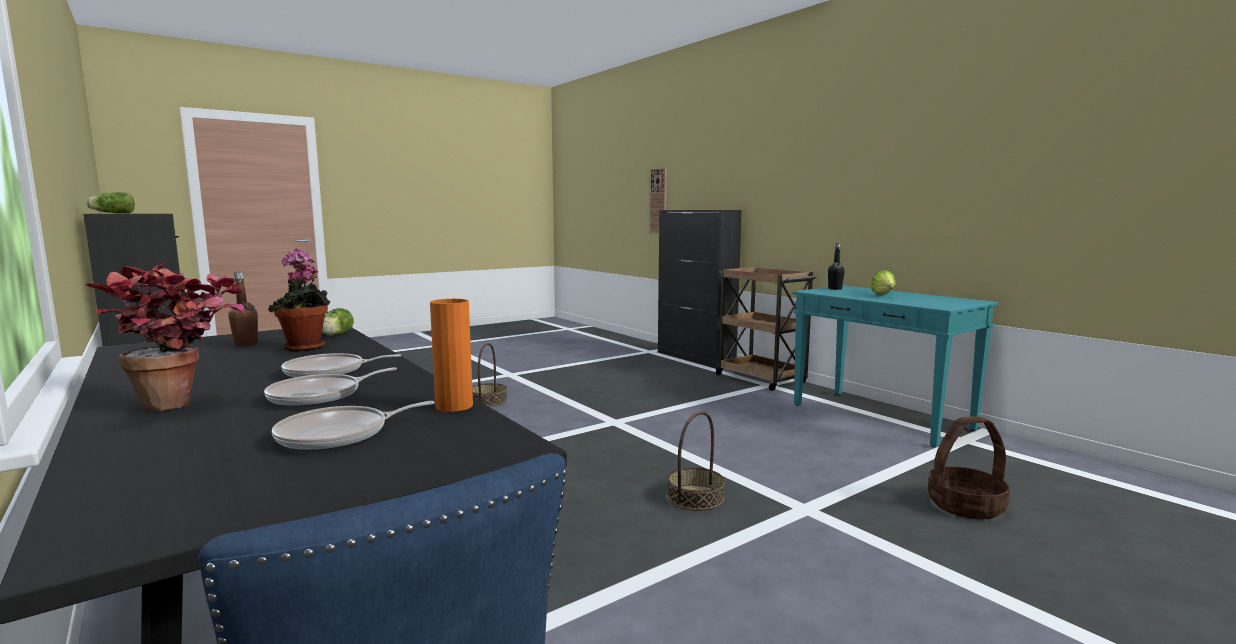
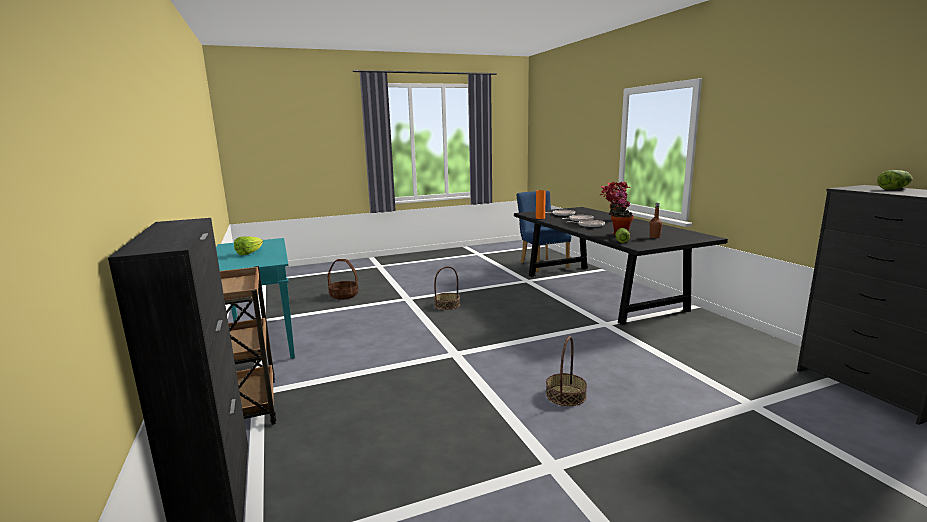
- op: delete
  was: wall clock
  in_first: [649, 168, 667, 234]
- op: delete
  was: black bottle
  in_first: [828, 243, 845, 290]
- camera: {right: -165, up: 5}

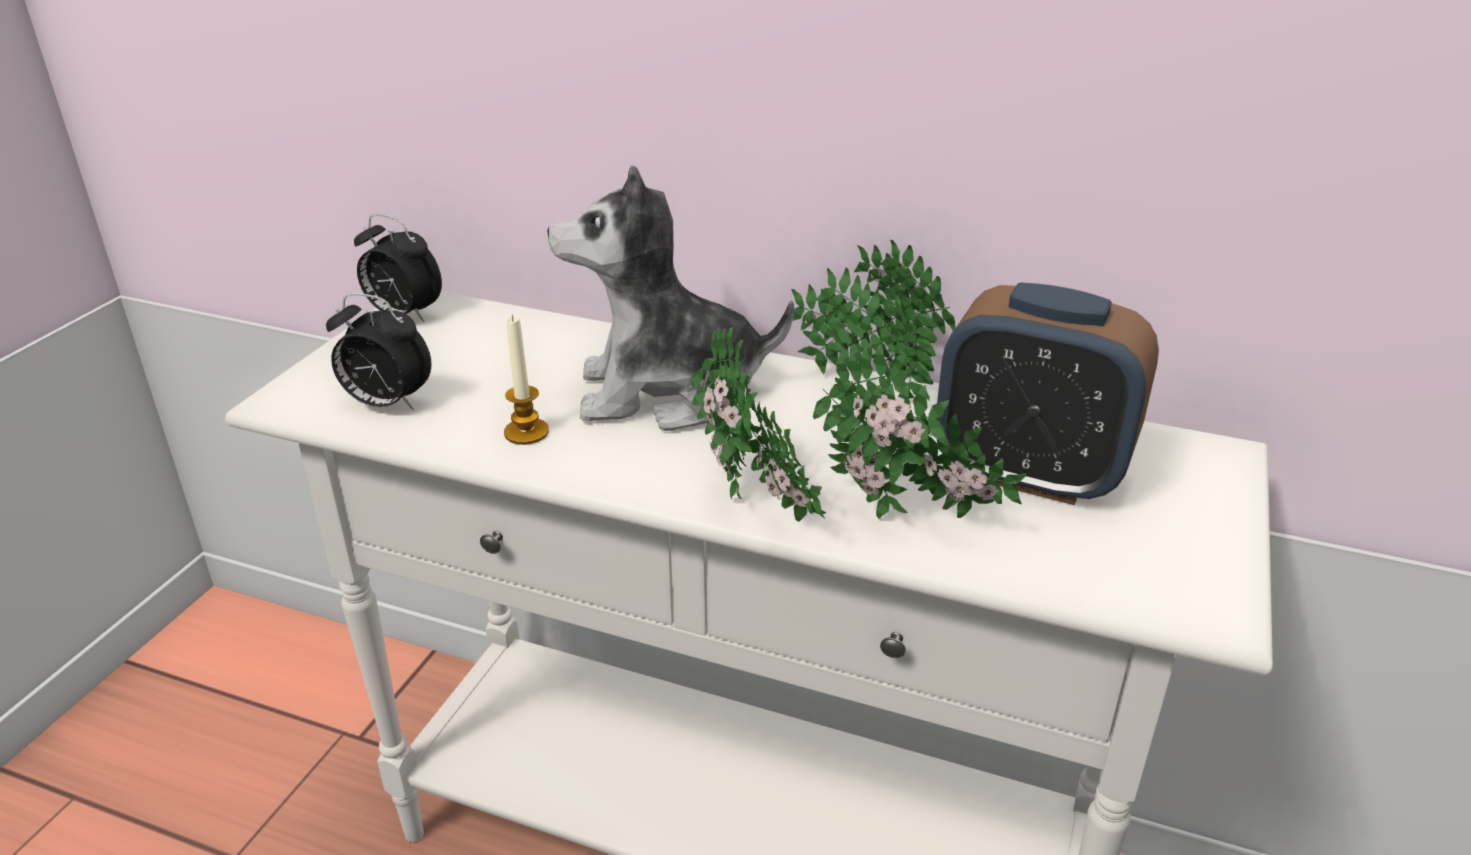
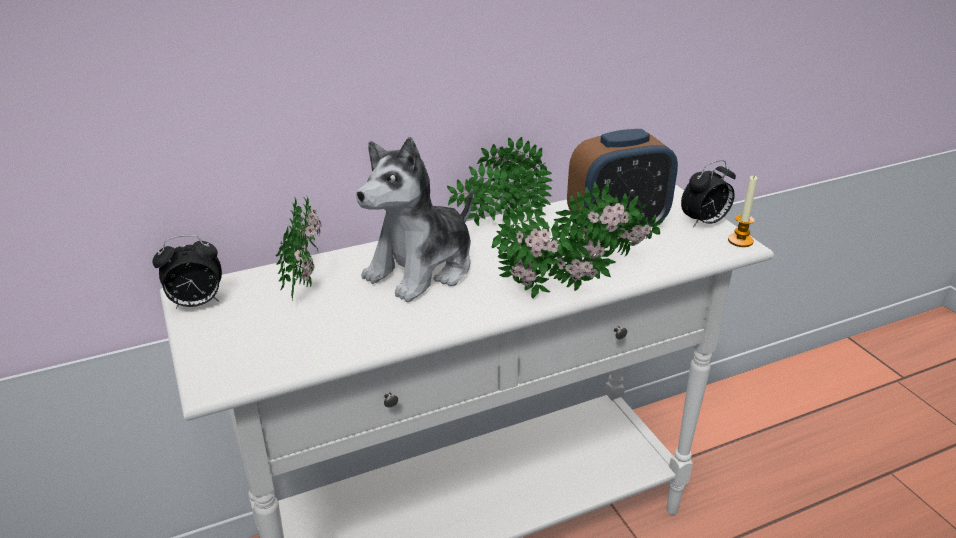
- op: insert
  now: potted plant
  in_second: [276, 195, 322, 303]
- op: move
  was: alarm clock
  in_first: [326, 293, 431, 411]
  in_second: [681, 160, 736, 228]
- op: move
  was: candle
  in_first: [504, 315, 549, 445]
  in_second: [728, 175, 757, 247]
- camera: {right: -45, up: 0}

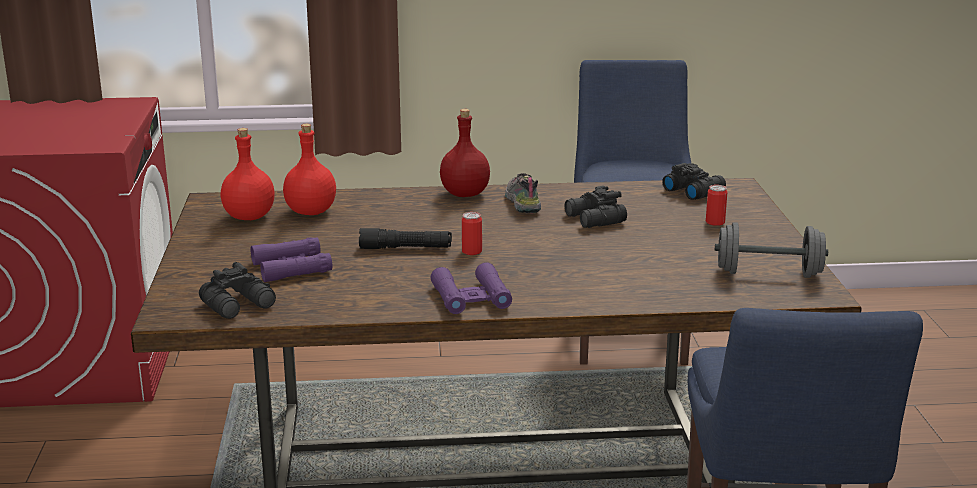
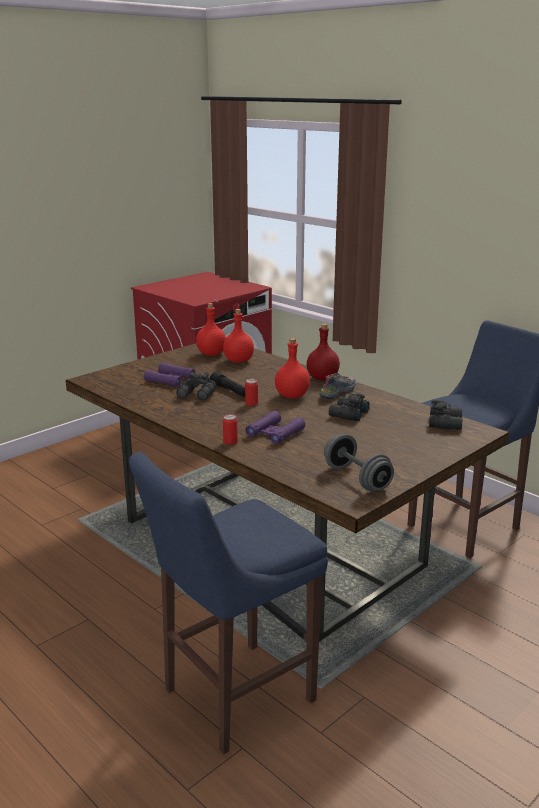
- op: insert
  now: red bottle
  in_second: [275, 338, 310, 399]
- op: move
  was: black binoculars
  in_first: [199, 262, 276, 319]
  in_second: [176, 372, 216, 401]
- op: move
  was: purple binoculars
  in_first: [431, 262, 512, 314]
  in_second: [245, 411, 305, 444]
- op: move
  was: can
  in_first: [706, 185, 727, 226]
  in_second: [223, 414, 238, 445]
- camera: {right: 50, up: 0}

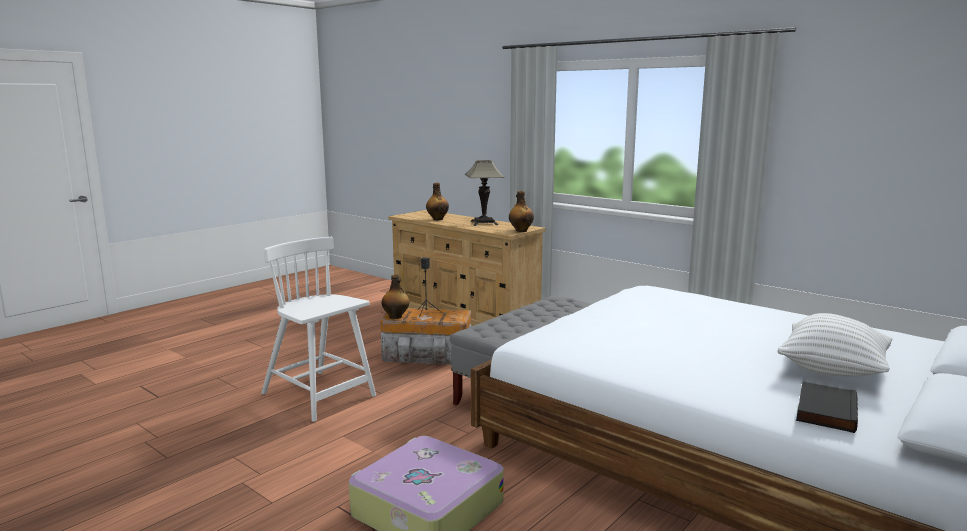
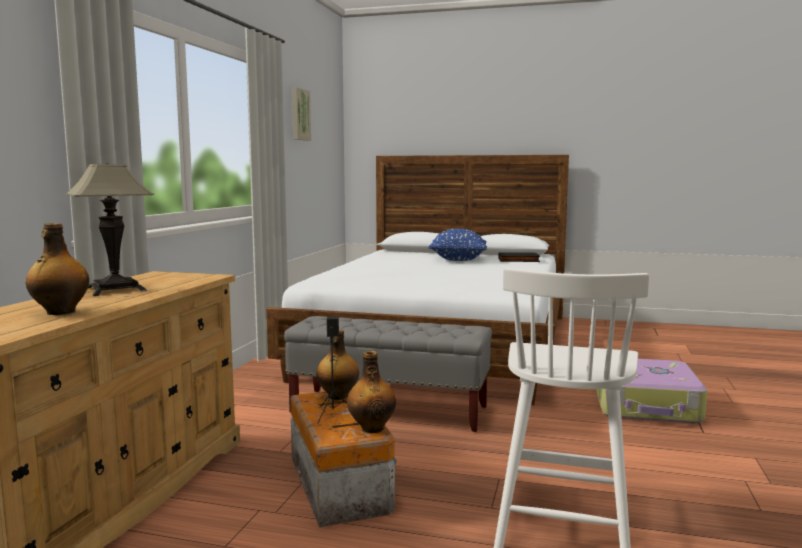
- op: insert
  now: picture
  in_second: [292, 87, 311, 141]
- op: move
  was: bottle
  in_first: [509, 191, 534, 232]
  in_second: [316, 329, 359, 400]
- op: recolor
  was: white pillow
  now: blue pillow
  in_first: [777, 313, 892, 377]
  in_second: [428, 229, 487, 261]
- camera: {right: -115, up: -5}

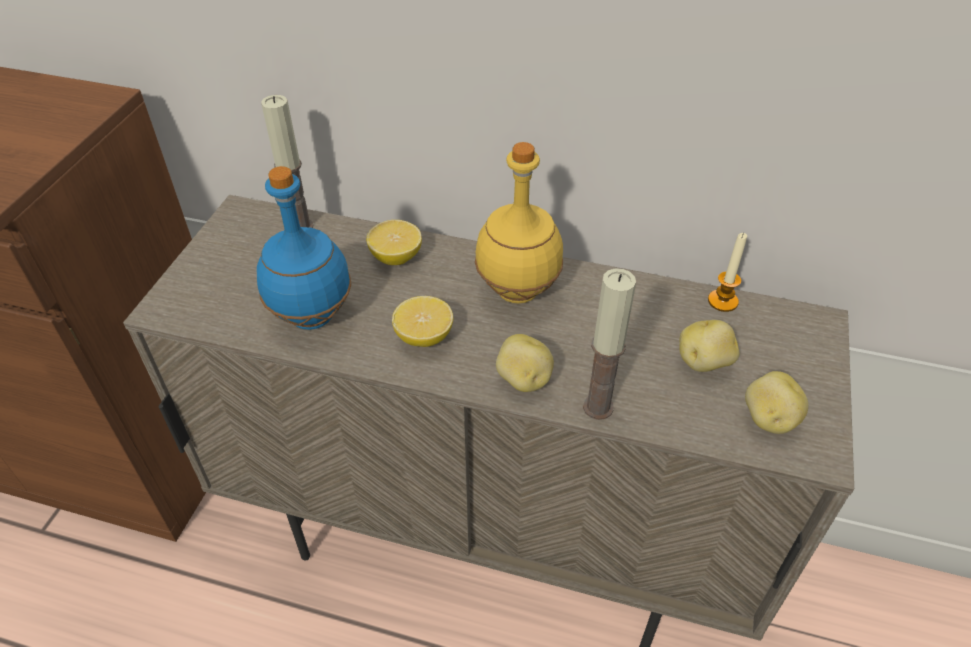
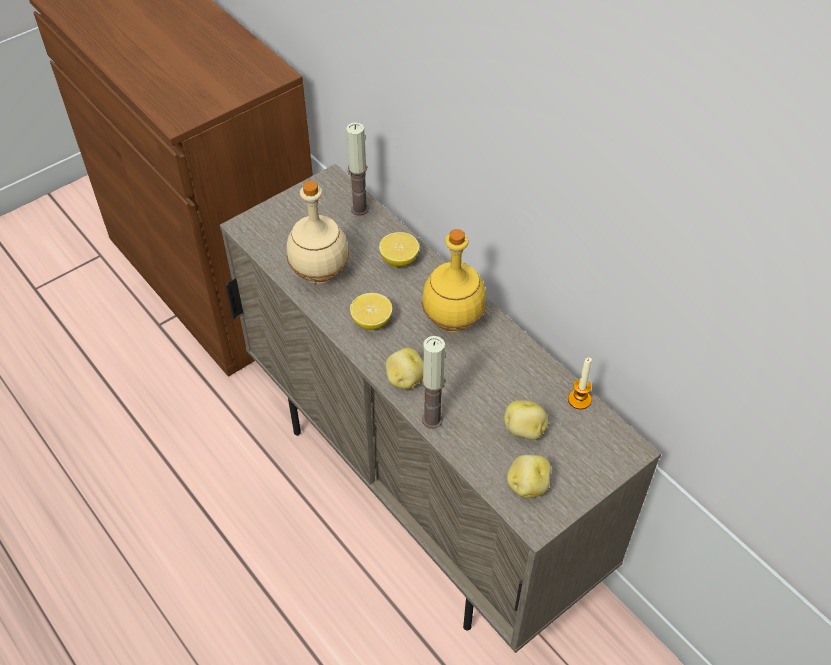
- op: recolor
  was: blue bottle
  now: beige bottle
  in_first: [257, 166, 352, 330]
  in_second: [286, 181, 349, 284]
- camera: {right: 35, up: 5}

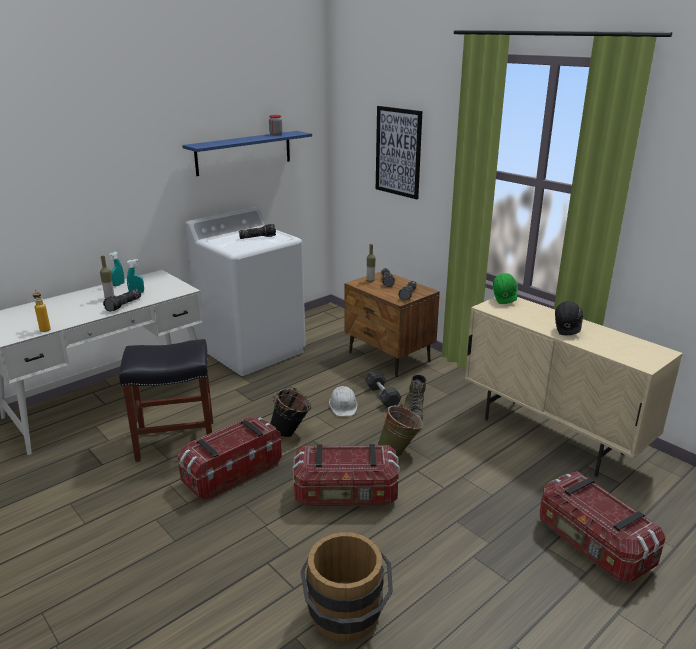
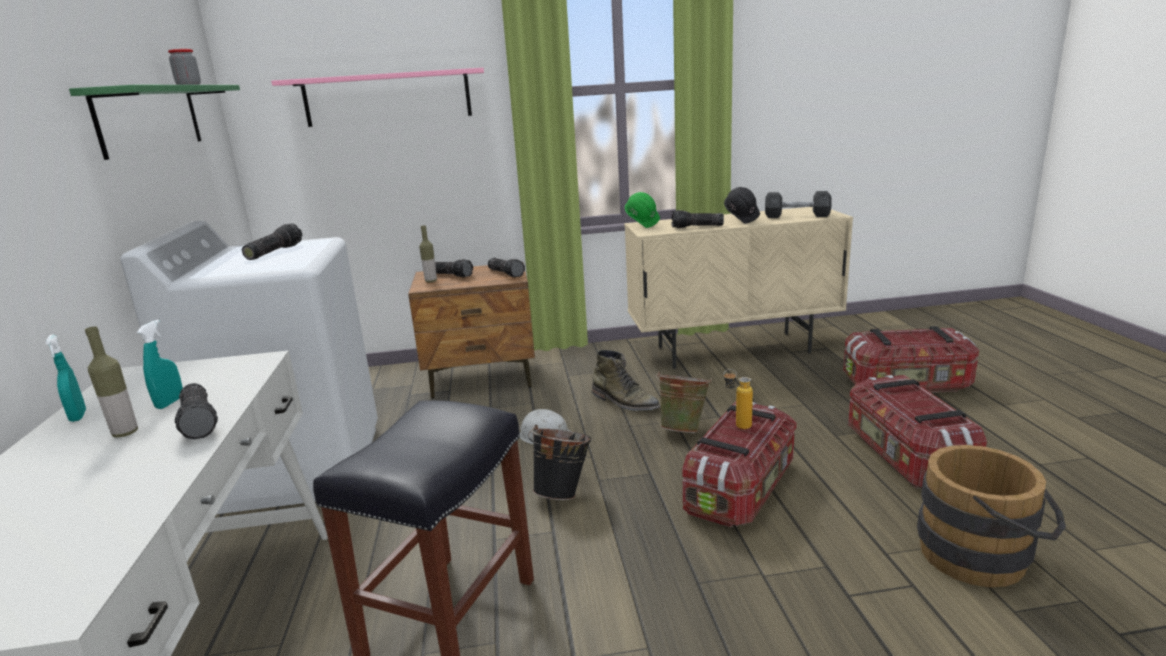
- op: insert
  now: flashlight
  in_second: [671, 210, 724, 228]
- op: move
  was: bottle
  in_first: [32, 289, 51, 332]
  in_second: [723, 369, 753, 429]
- op: move
  was: storage box
  in_first: [177, 418, 282, 501]
  in_second: [848, 375, 987, 488]
- op: move
  was: grey dumbbell
  in_first: [365, 370, 402, 408]
  in_second: [765, 191, 832, 218]
- op: replace
  was: picture
  now: pink shelf
  in_first: [376, 106, 422, 199]
  in_second: [271, 68, 484, 127]
- op: recolor
  was: blue shelf
  now: green shelf
  in_first: [182, 131, 312, 176]
  in_second: [69, 85, 240, 160]
- camera: {right: -55, up: -5}

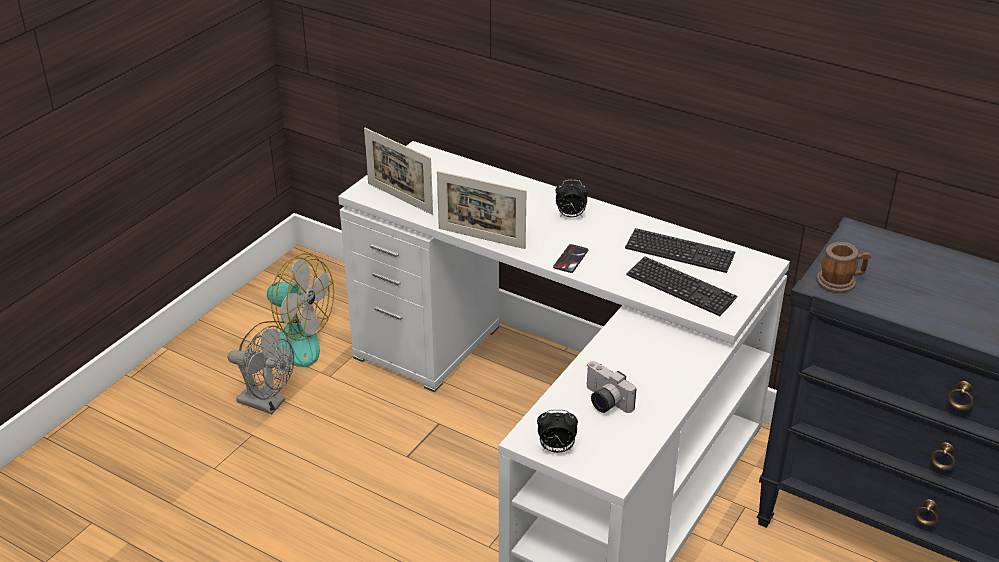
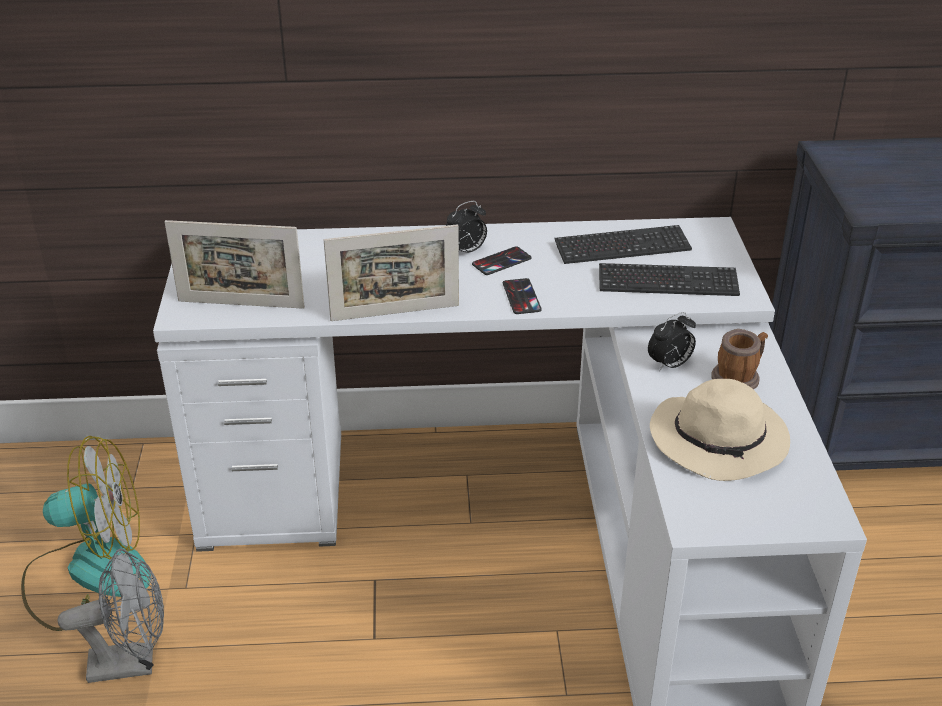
- op: insert
  now: phone
  in_second: [472, 247, 531, 275]
- op: move
  was: alarm clock
  in_first: [537, 409, 578, 453]
  in_second: [648, 312, 696, 372]
- op: move
  was: mug
  in_first: [817, 242, 871, 293]
  in_second: [711, 329, 768, 390]
- op: replace
  was: photo camera
  now: beige hat
  in_first: [587, 361, 636, 413]
  in_second: [650, 379, 790, 481]
- camera: {right: -35, up: 0}

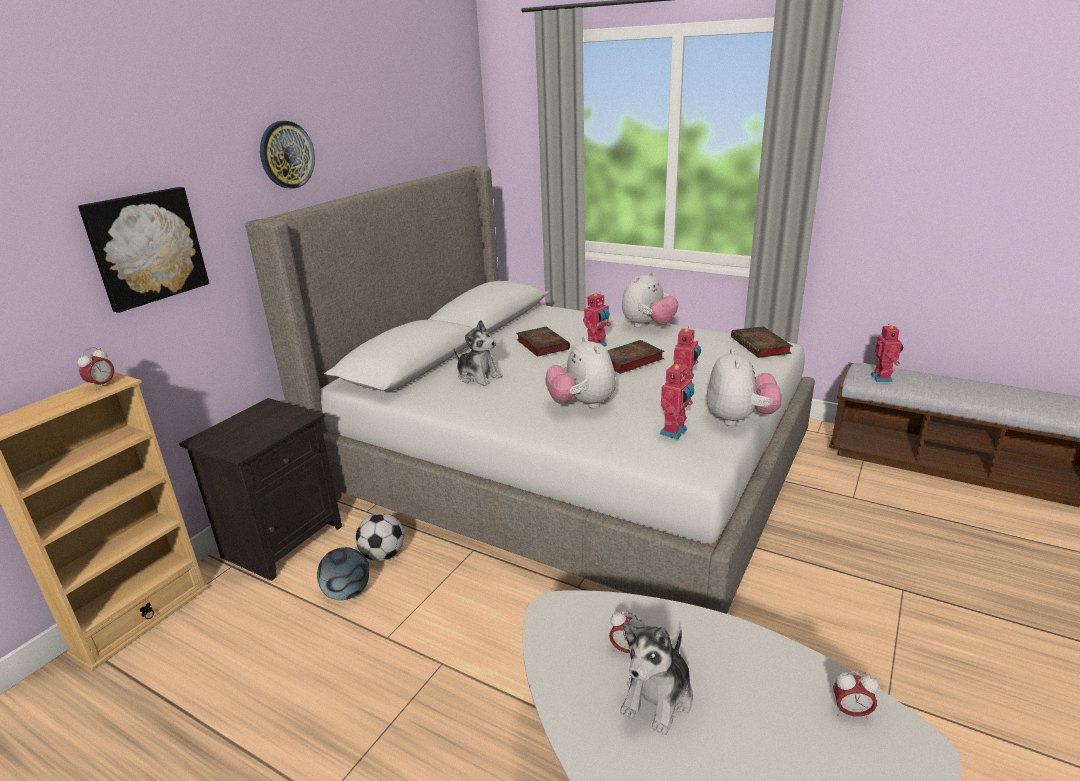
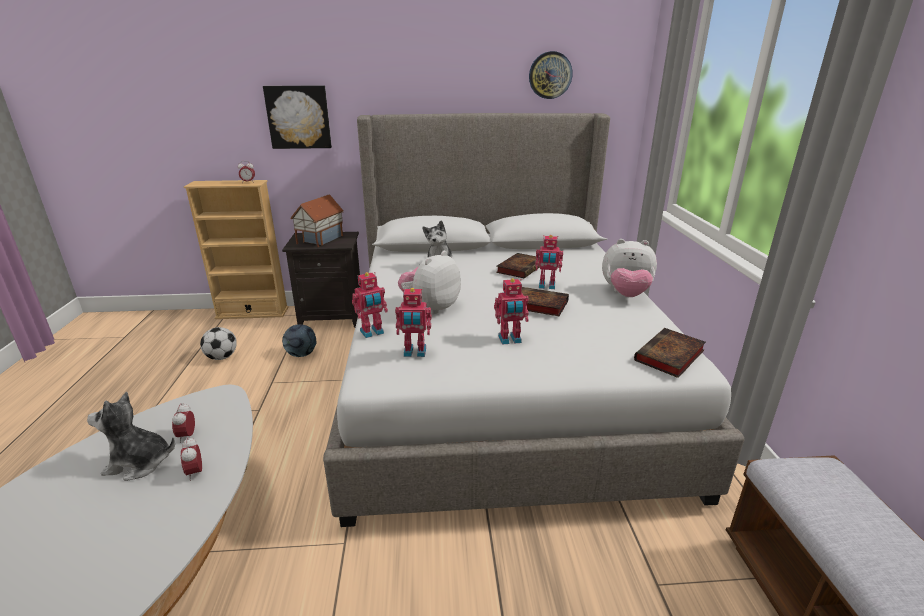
- op: delete
  was: plush toy
  in_first: [706, 348, 781, 426]
- op: insert
  now: toy house
  in_second: [290, 195, 344, 247]
- op: move
  was: wall clock
  in_first: [260, 121, 315, 189]
  in_second: [529, 51, 573, 99]
- op: move
  was: football
  in_first: [356, 513, 404, 561]
  in_second: [200, 327, 237, 360]
- op: move
  was: alarm clock
  in_first: [833, 671, 879, 720]
  in_second: [181, 437, 202, 481]
- op: move
  was: toy robot
  in_first: [871, 324, 903, 382]
  in_second: [352, 272, 388, 338]
- camera: {right: 55, up: 0}

